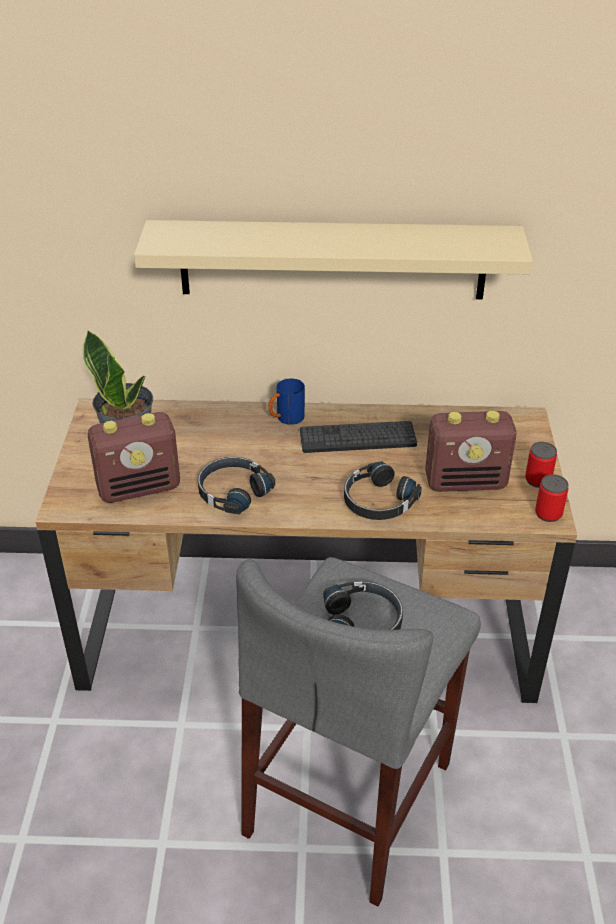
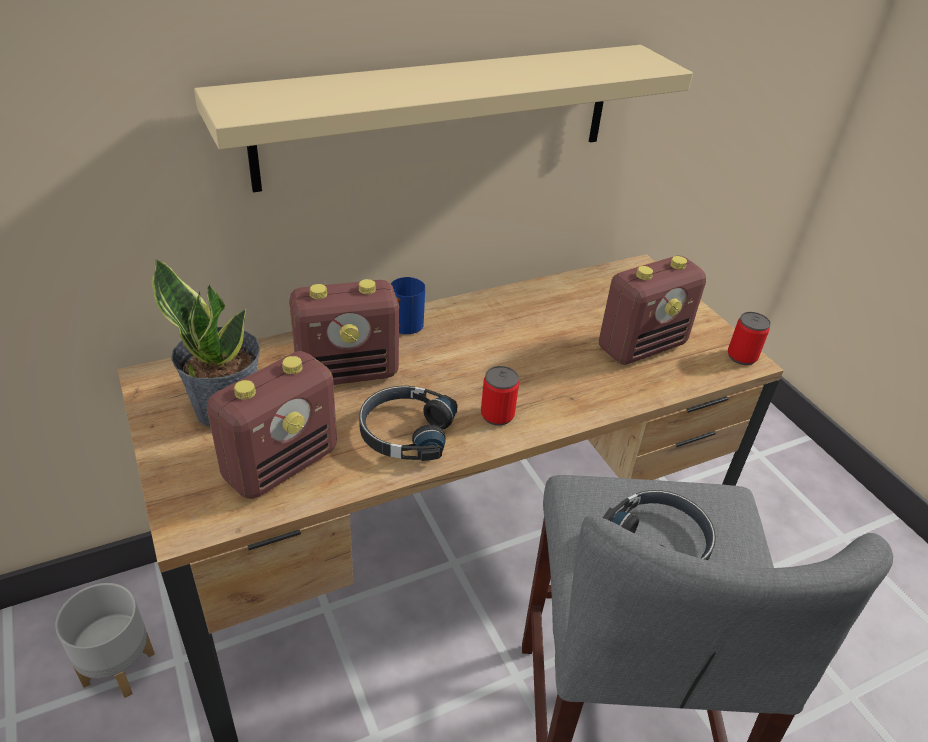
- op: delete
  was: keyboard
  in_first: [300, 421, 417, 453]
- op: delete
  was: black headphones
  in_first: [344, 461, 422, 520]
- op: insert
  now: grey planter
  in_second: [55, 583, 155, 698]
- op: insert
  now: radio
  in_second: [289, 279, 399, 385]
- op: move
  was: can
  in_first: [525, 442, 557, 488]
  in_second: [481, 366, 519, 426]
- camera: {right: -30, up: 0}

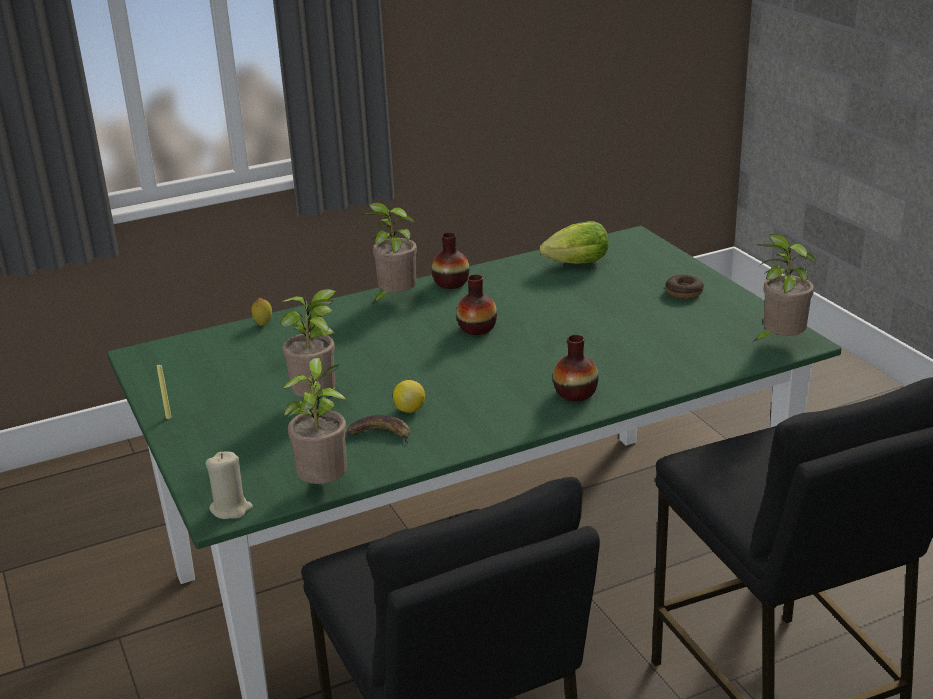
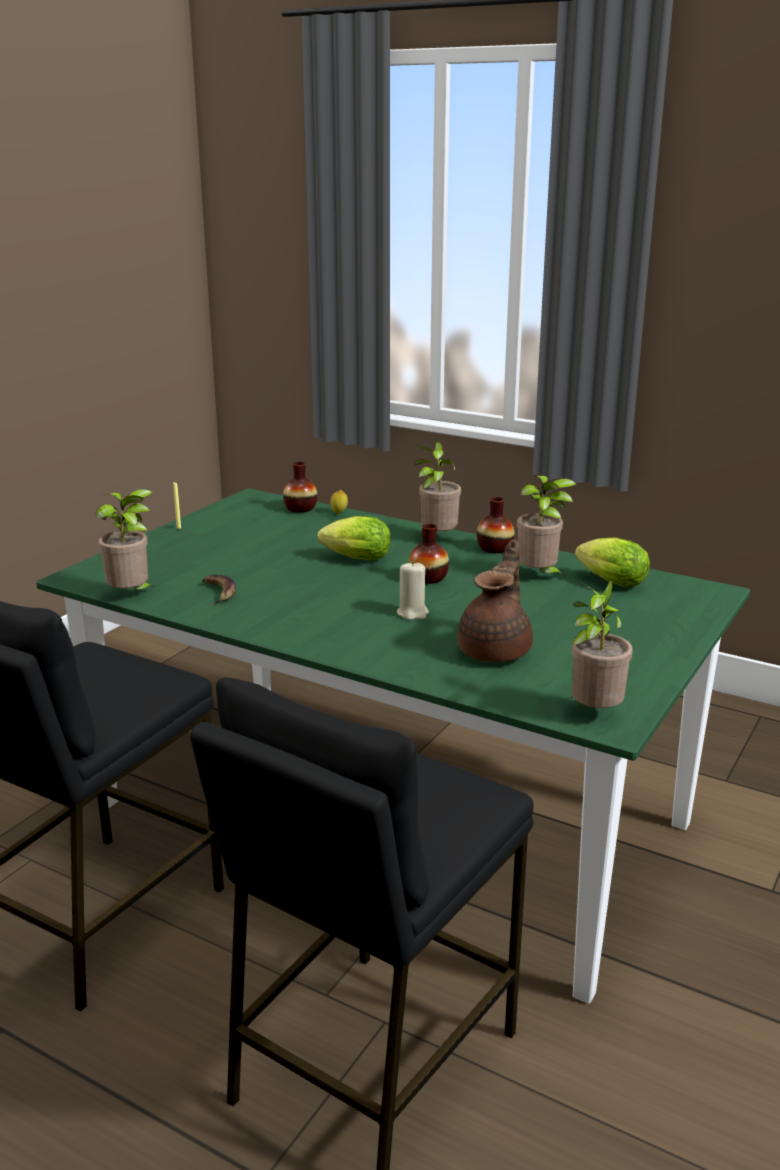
- op: delete
  was: lemon
  in_first: [393, 380, 425, 413]
- op: delete
  was: donut
  in_first: [665, 274, 704, 299]
- op: insert
  now: lettuce
  in_second: [317, 516, 391, 561]
- op: insert
  now: brown teapot
  in_second: [458, 539, 533, 662]
- op: move
  was: beige candle
  in_first: [206, 452, 253, 519]
  in_second: [397, 561, 429, 620]
- op: move
  was: potted plant
  in_first: [280, 289, 336, 397]
  in_second: [517, 476, 577, 577]
- op: move
  was: vase
  in_first: [553, 335, 598, 402]
  in_second: [283, 462, 317, 513]
- camera: {right: 55, up: -5}

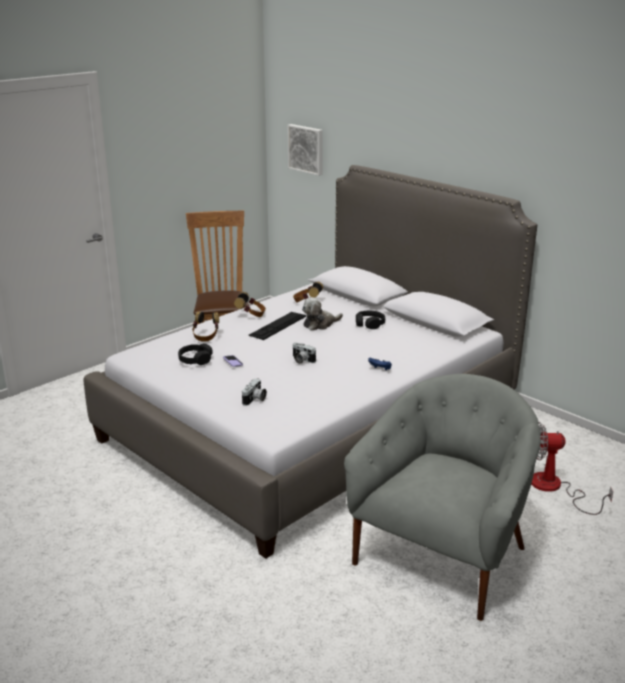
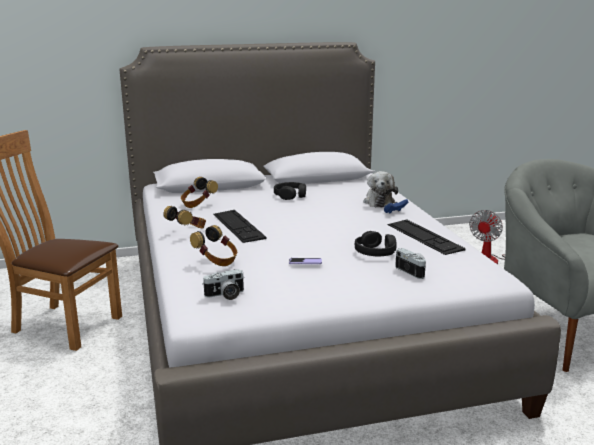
- op: delete
  was: picture
  in_first: [287, 124, 323, 176]
- op: insert
  now: keyboard
  in_second: [388, 219, 466, 255]
- op: move
  was: black headphones
  in_first: [178, 343, 213, 365]
  in_second: [355, 231, 397, 256]
- op: move
  was: photo camera
  in_first: [293, 343, 316, 364]
  in_second: [202, 269, 245, 300]
- op: move
  was: plush toy
  in_first: [302, 297, 343, 331]
  in_second: [363, 171, 398, 207]
- camera: {right: -60, up: -5}

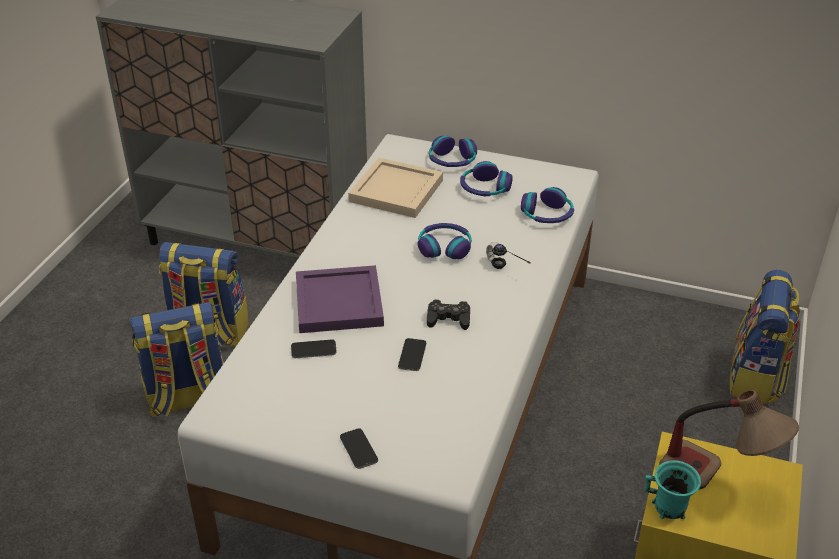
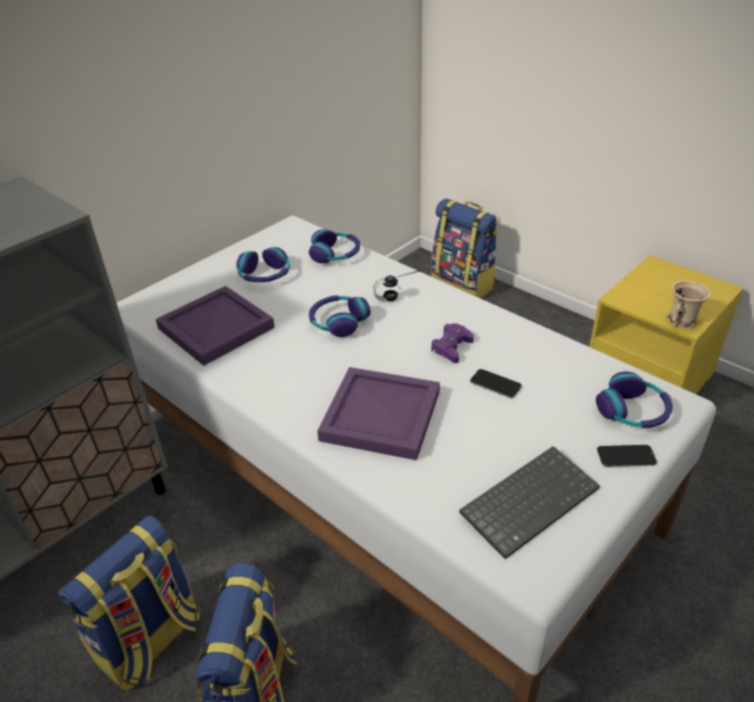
- op: delete
  was: phone
  in_first: [291, 340, 337, 358]
- op: delete
  was: table lamp
  in_first: [659, 390, 799, 489]
- op: insert
  now: keyboard
  in_second: [459, 446, 600, 559]
- op: move
  was: headphones
  in_first: [429, 136, 477, 167]
  in_second: [596, 372, 673, 428]
- op: recolor
  was: beige tray
  now: purple tray
  in_first: [348, 158, 443, 218]
  in_second: [156, 286, 275, 366]
- op: recolor
  was: black game controller
  now: purple game controller
  in_first: [427, 300, 470, 330]
  in_second: [431, 323, 474, 363]
- op: recolor
  was: turquoise mug
  now: beige mug
  in_first: [644, 460, 701, 519]
  in_second: [667, 280, 711, 328]
- camera: {right: -65, up: 0}

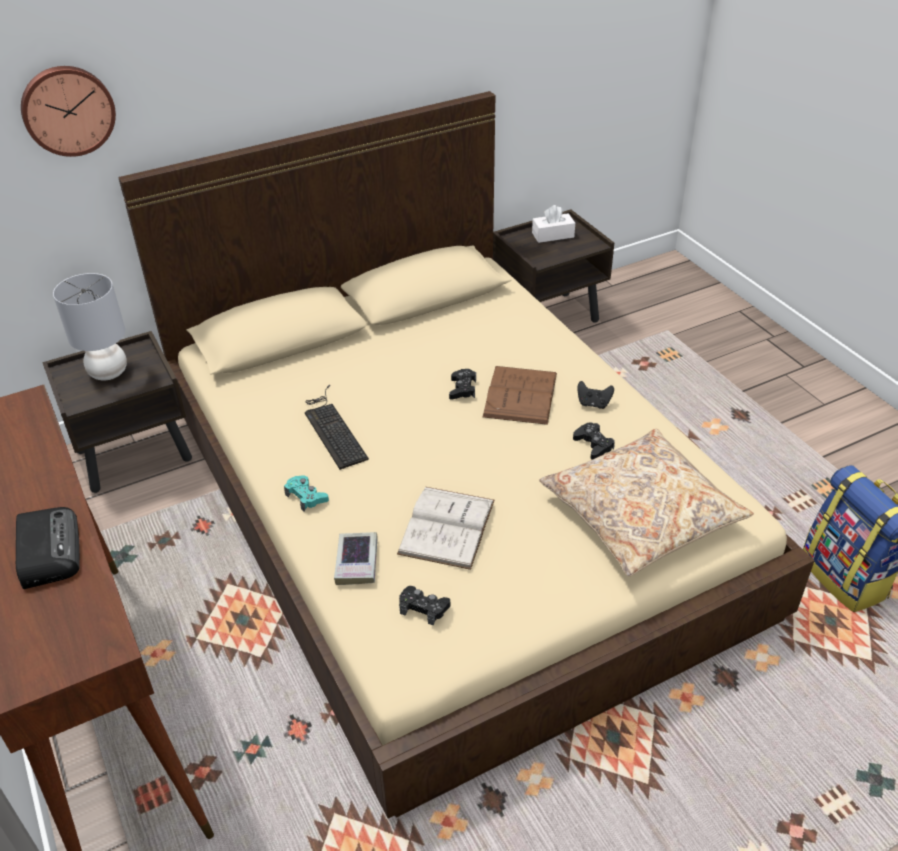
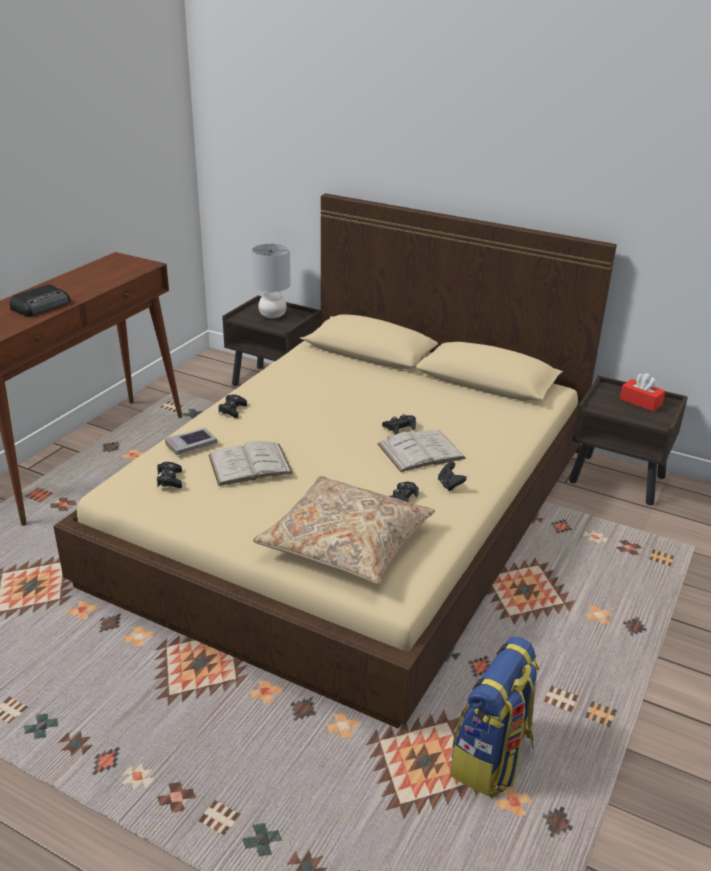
- op: delete
  was: wall clock
  in_first: [21, 66, 116, 157]
- op: delete
  was: keyboard
  in_first: [305, 385, 369, 470]
- op: recolor
  was: turquoise game controller
  now: black game controller
  in_first: [284, 475, 329, 511]
  in_second: [218, 394, 247, 418]
- op: recolor
  was: brown book
  now: white book
  in_first: [482, 366, 557, 425]
  in_second: [377, 430, 466, 472]
- op: recolor
  was: white tissue box
  now: red tissue box
  in_first: [532, 205, 575, 243]
  in_second: [620, 373, 665, 412]
- camera: {right: 55, up: -10}

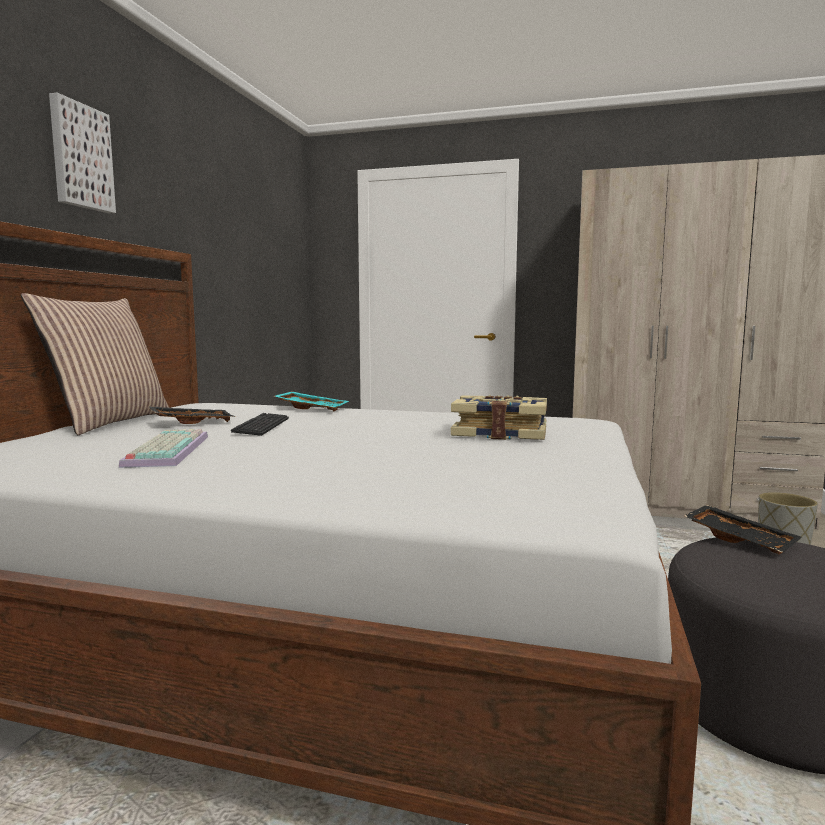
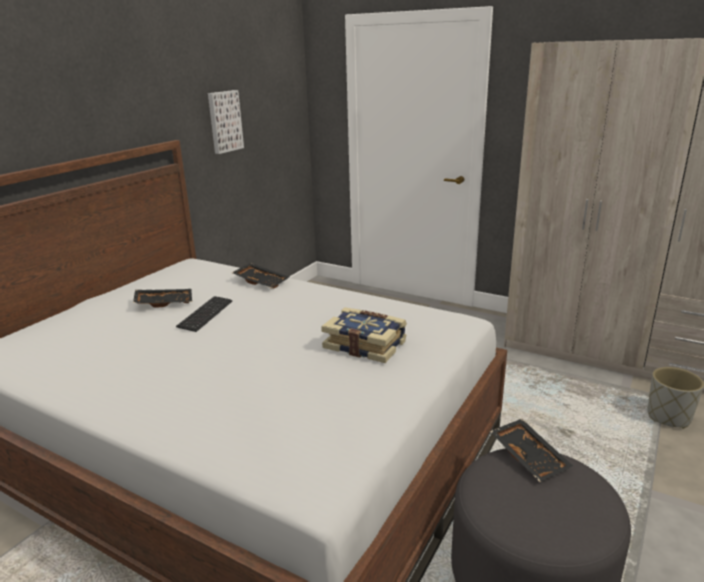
- op: delete
  was: pillow
  in_first: [21, 293, 169, 435]
- op: delete
  was: keyboard
  in_first: [119, 429, 208, 468]
- op: move
  was: picture
  in_first: [49, 93, 116, 213]
  in_second: [208, 90, 244, 154]
- op: recolor
  was: turquoise tray
  now: black tray
  in_first: [274, 391, 349, 411]
  in_second: [232, 263, 289, 289]
- camera: {right: 15, up: 15}

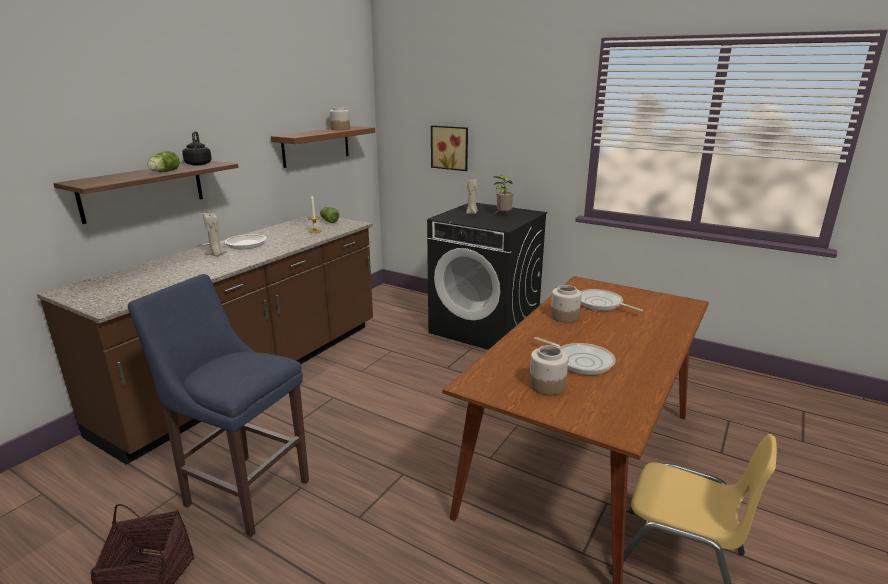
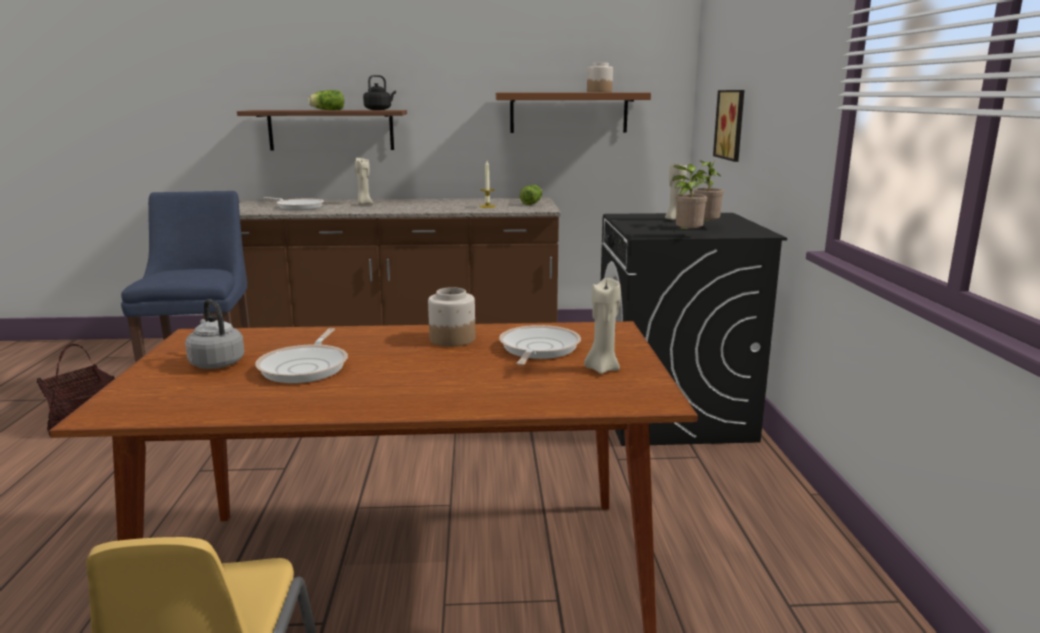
- op: insert
  now: beige candle
  in_second: [584, 278, 621, 374]
- op: insert
  now: potted plant
  in_second: [672, 164, 707, 231]
- op: move
  was: frying pan
  in_first: [202, 234, 266, 249]
  in_second: [263, 197, 324, 210]
- op: replace
  was: jar
  now: grey kettle
  in_first: [529, 345, 568, 395]
  in_second: [185, 299, 244, 369]
- camera: {right: 55, up: -5}

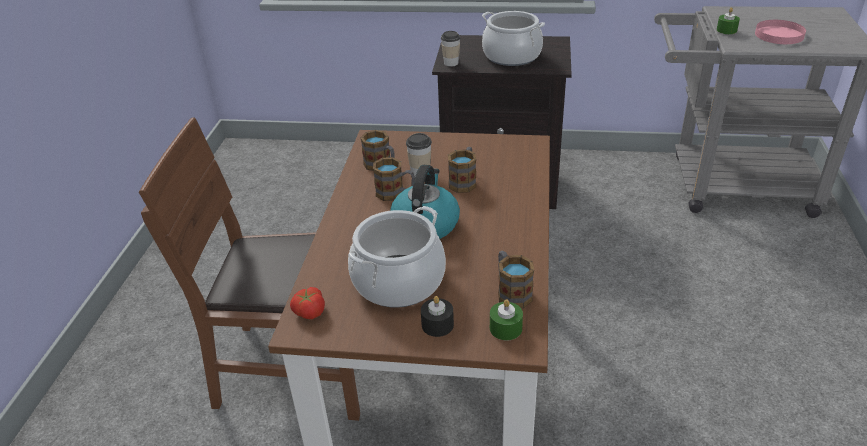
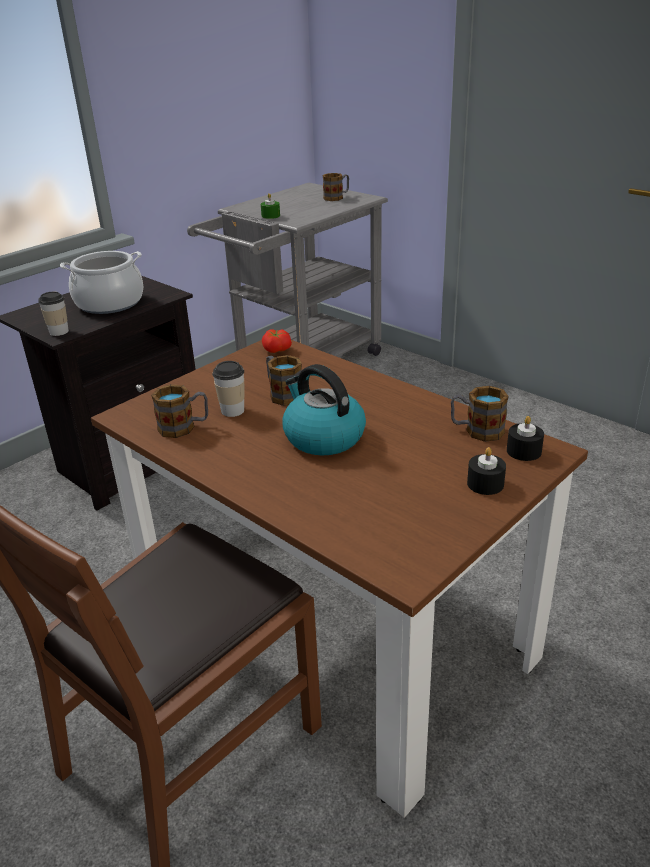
- op: delete
  was: cooking pot
  in_first: [348, 206, 446, 308]
- op: delete
  was: pink plate
  in_first: [755, 20, 806, 44]
- op: move
  was: tomato
  in_first: [290, 287, 325, 319]
  in_second: [262, 329, 292, 353]
- op: move
  was: mug
  in_first: [373, 157, 415, 201]
  in_second: [322, 173, 349, 201]
- op: recolor
  was: green candle
  now: black candle
  in_first: [490, 299, 523, 341]
  in_second: [507, 416, 544, 461]
- camera: {right: -55, up: -5}

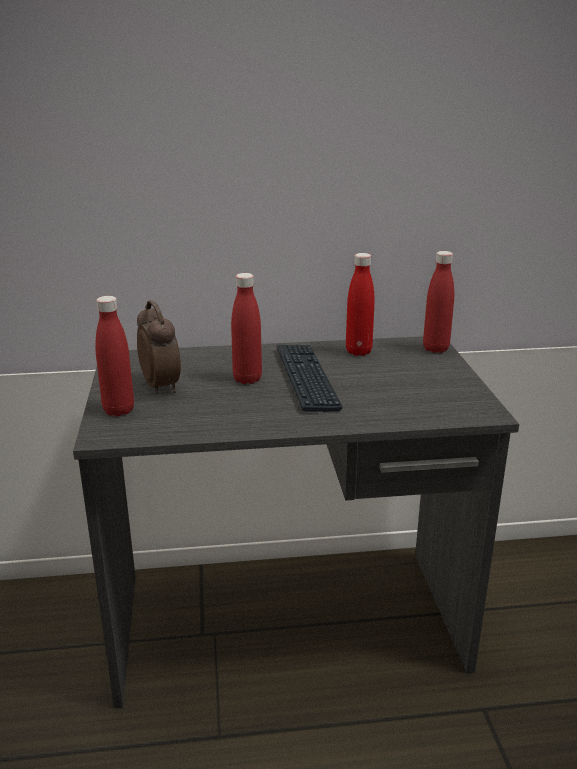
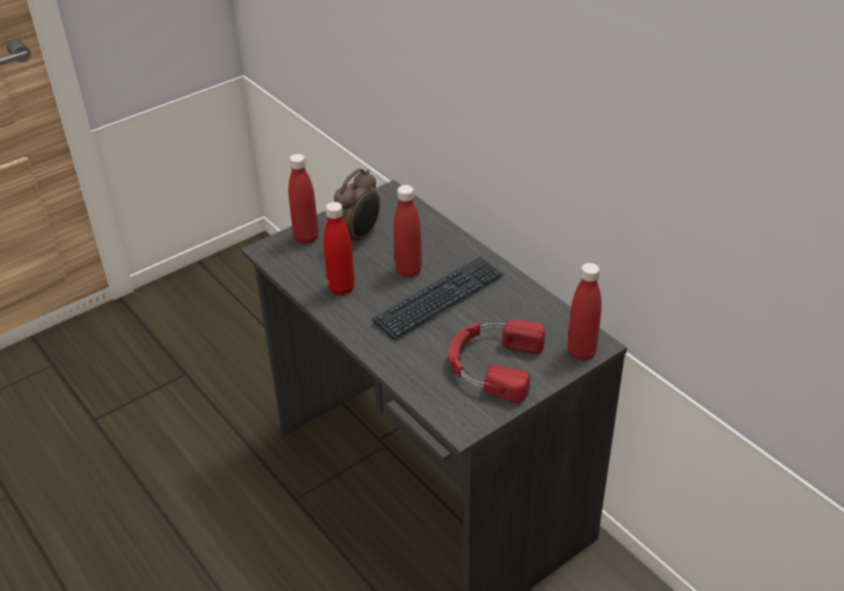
- op: insert
  now: red headphones
  in_second: [449, 320, 545, 403]
- op: move
  was: red bottle
  in_first: [346, 253, 375, 356]
  in_second: [324, 202, 355, 295]
- camera: {right: 60, up: 15}

